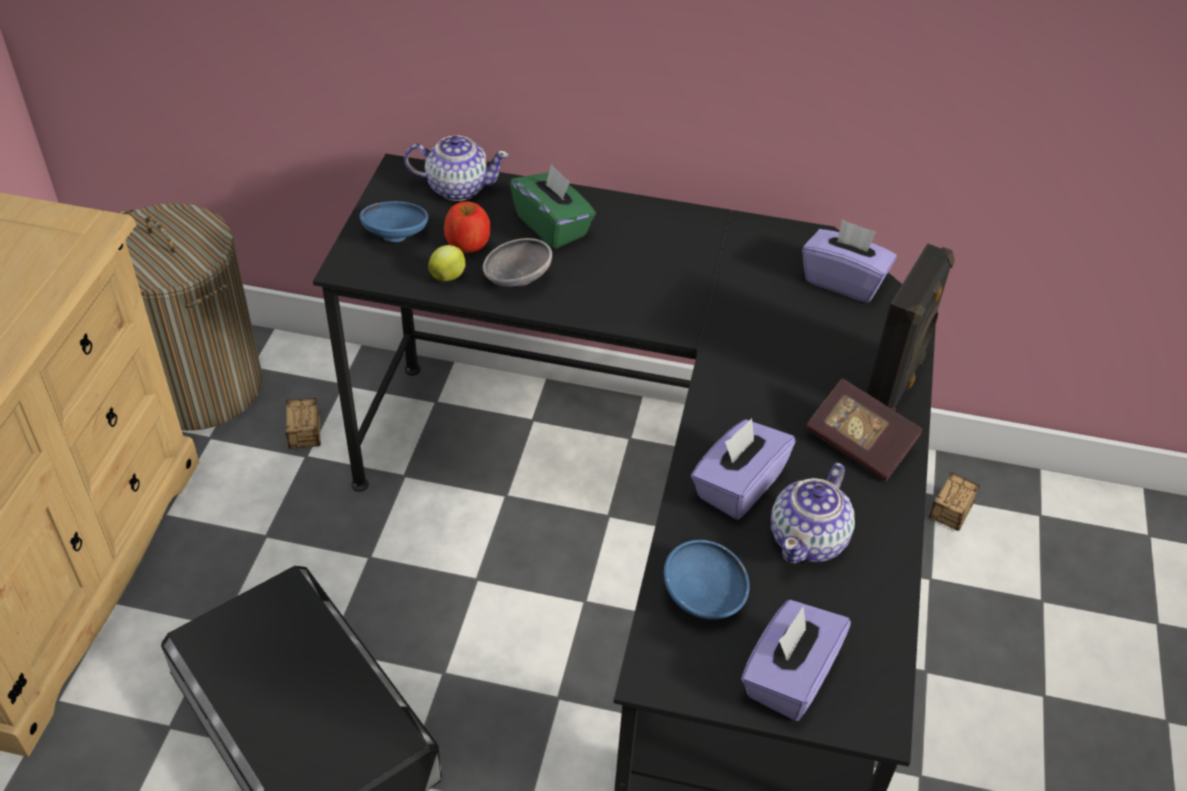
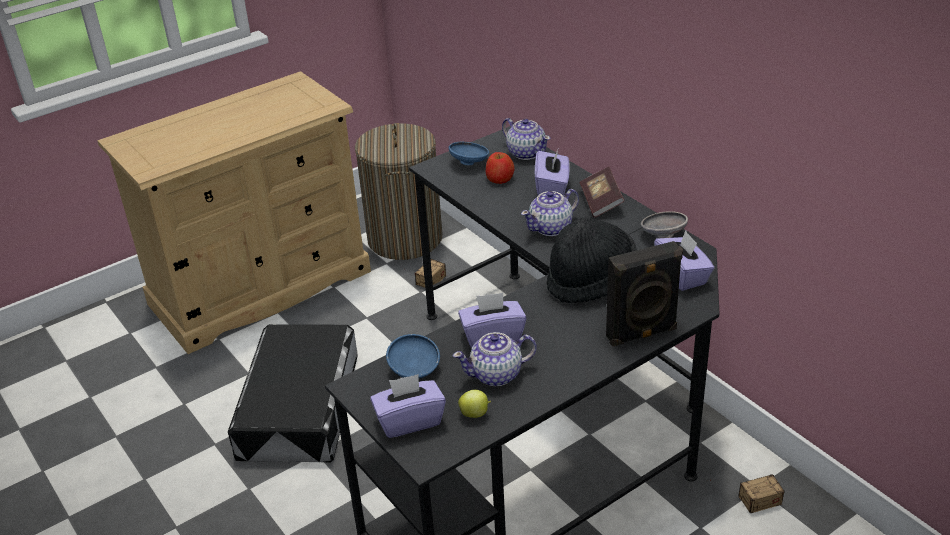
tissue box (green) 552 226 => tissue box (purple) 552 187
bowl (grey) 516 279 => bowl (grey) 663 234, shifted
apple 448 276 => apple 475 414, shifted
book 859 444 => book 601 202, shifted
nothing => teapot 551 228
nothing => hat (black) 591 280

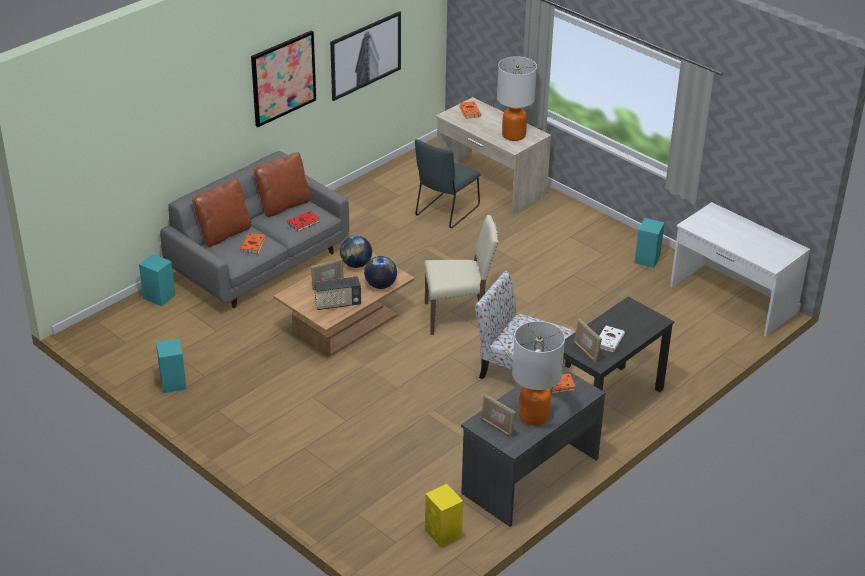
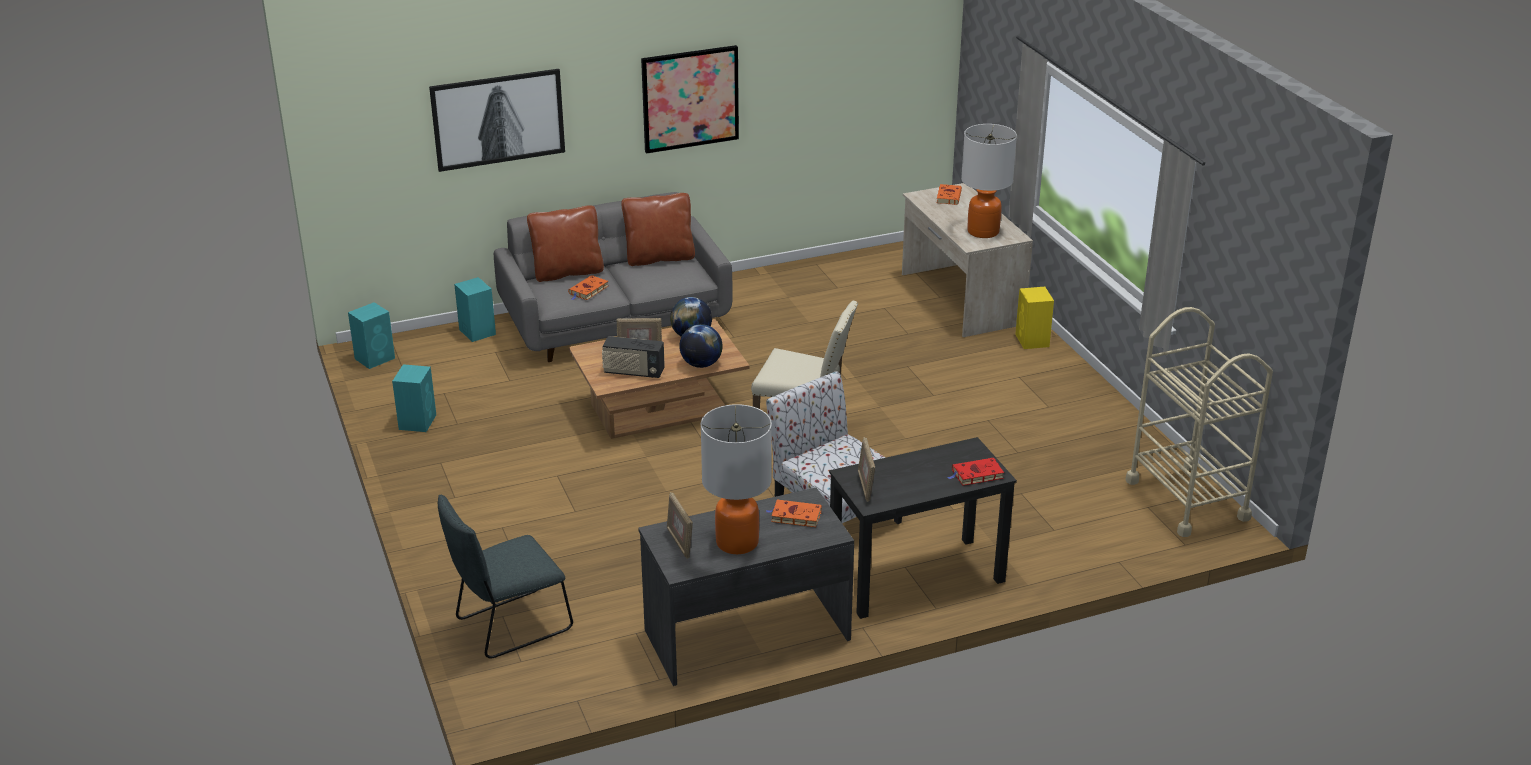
picture 365 55 => picture 498 119, shifted
chair (grey) 445 212 => chair (grey) 509 626, shifted
desk (white) 732 299 => cart (beige) 1187 499
book (red) 303 223 => book (red) 976 475, shifted
speaker (turquoise) 647 259 => speaker (turquoise) 375 358, shifted
book (white) 609 340 => nothing
speaker (yellow) 443 534 => speaker (yellow) 1032 341, shifted

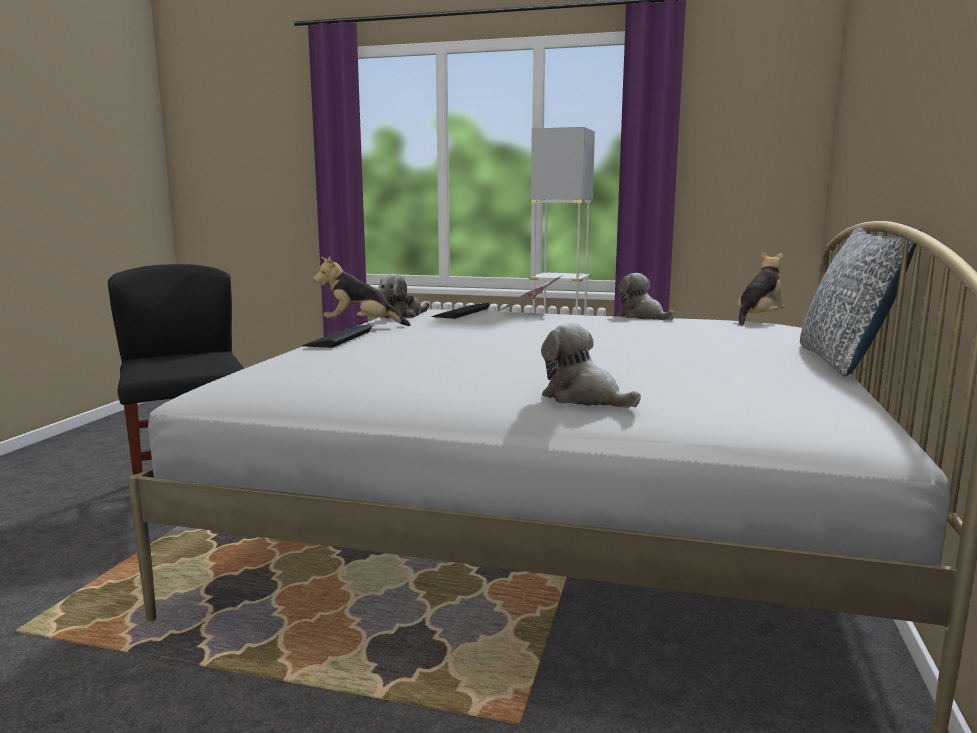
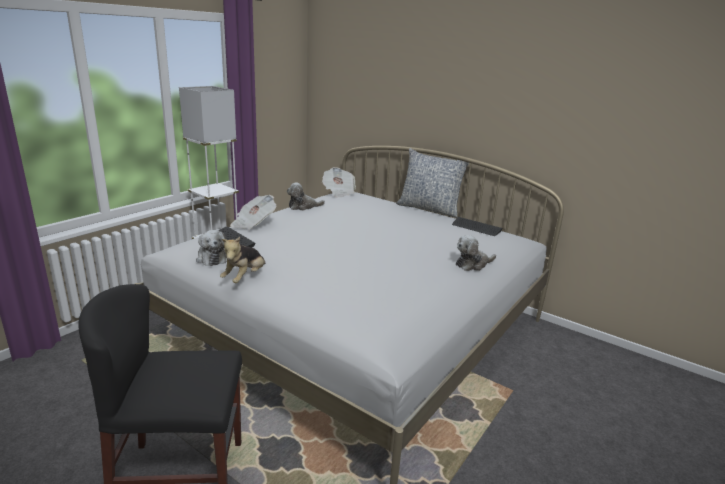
plush toy 758 319 => newspaper 338 192
keyboard 338 338 => keyboard 476 227, shifted

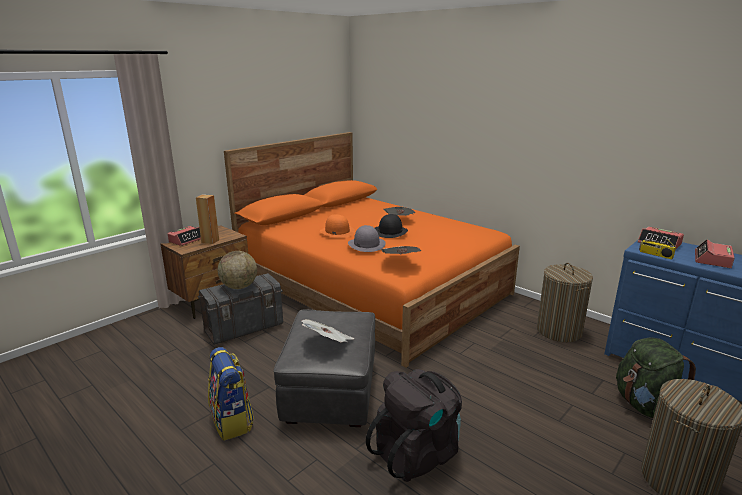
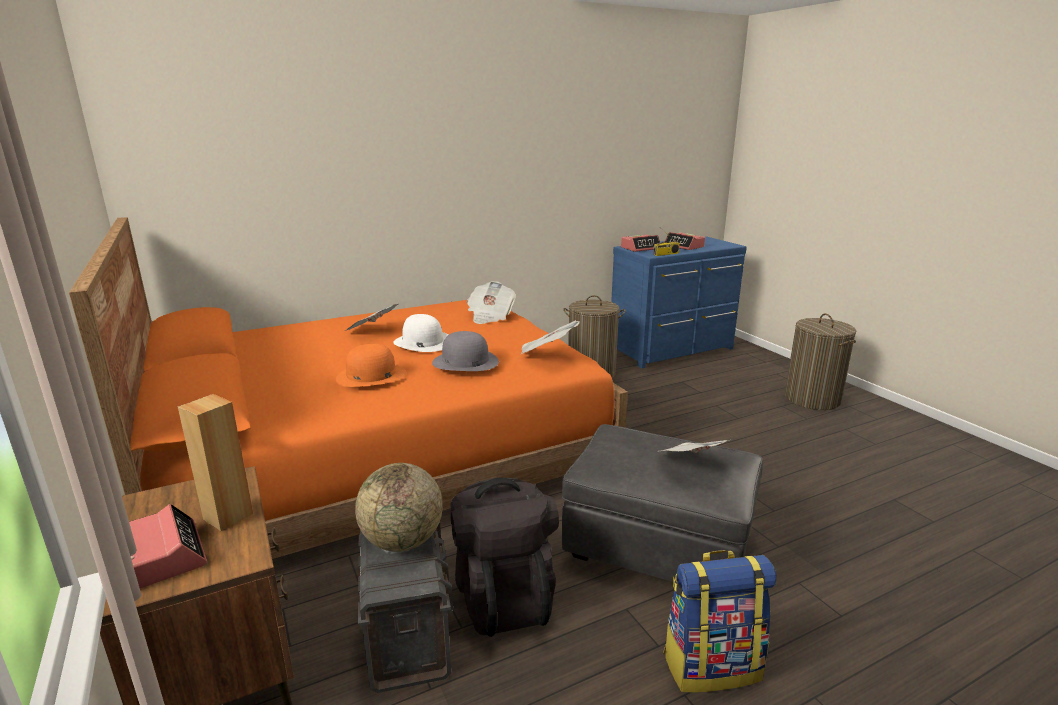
hat (black) 390 231 => hat (white) 422 342
backpack (green) 645 406 => nothing
backpack (black) 417 453 => backpack (black) 503 595, shifted
nothing => newspaper 490 316

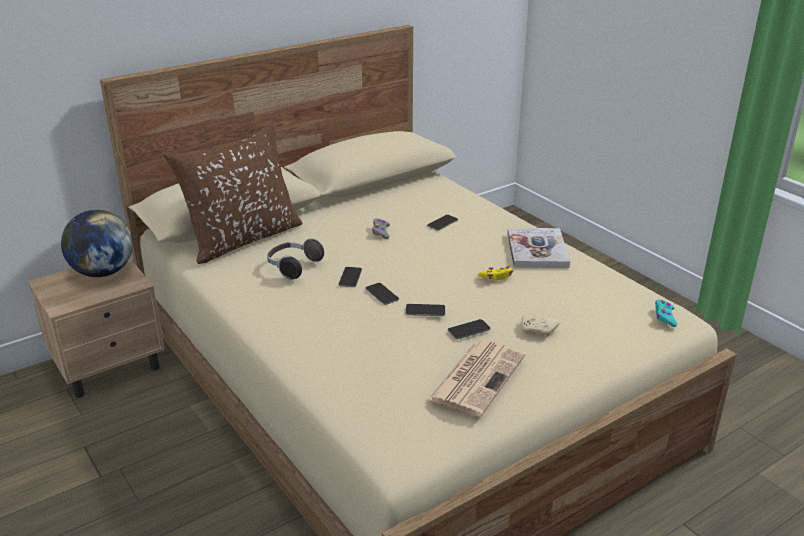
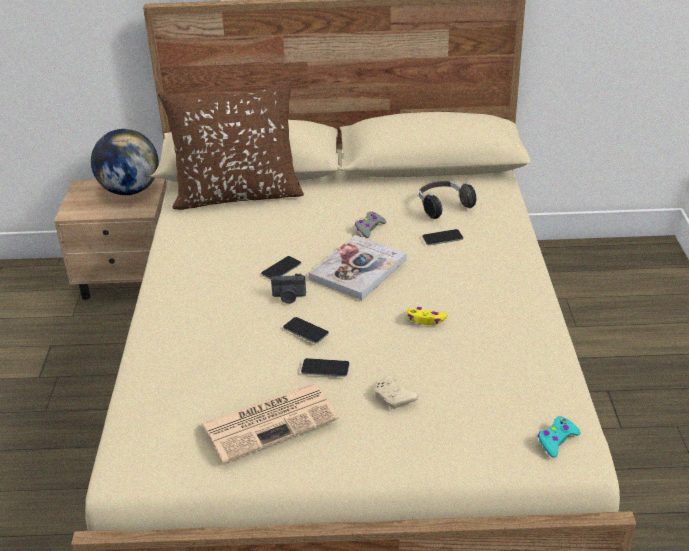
book 537 250 => book 358 269, shifted
headphones 293 267 => headphones 443 207, shifted
phone 382 294 => photo camera 289 297

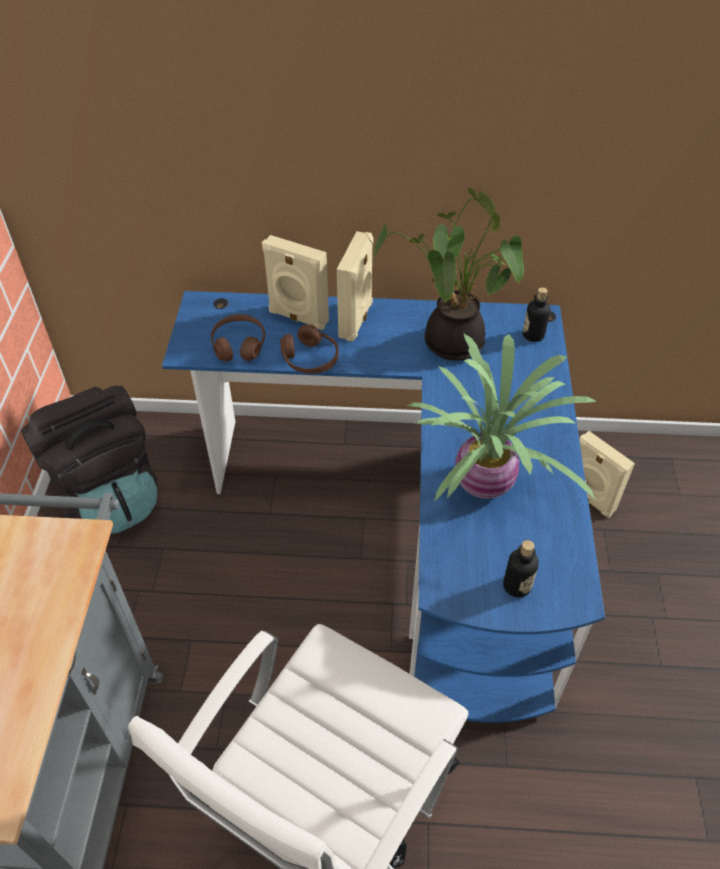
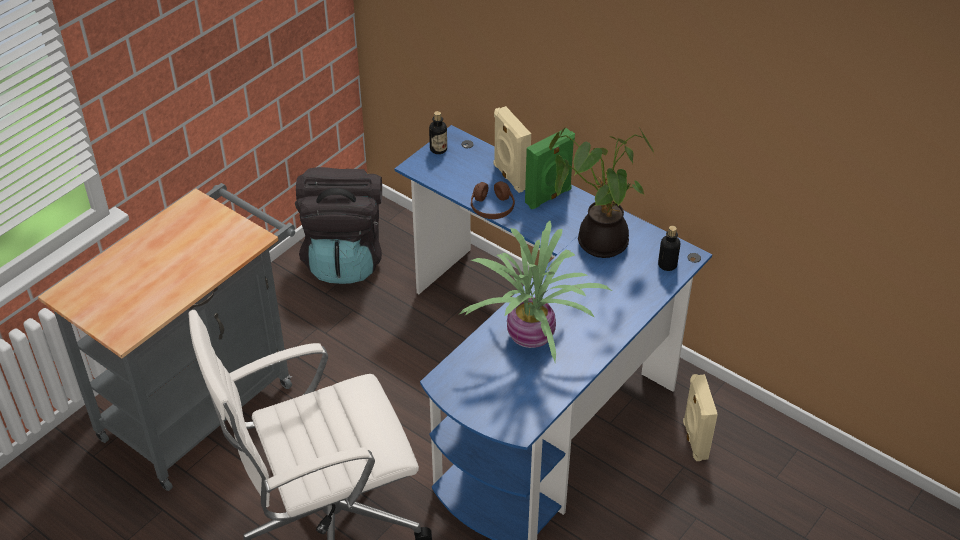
speaker (beige) 357 320 => speaker (green) 549 197
headphones (brown) 239 345 => nothing
bottle 517 586 => bottle 438 149, shifted

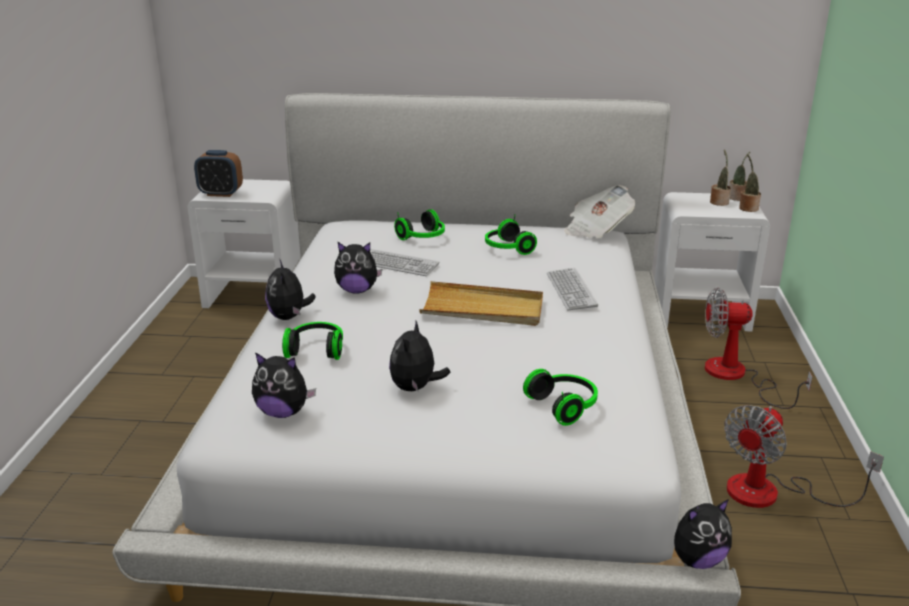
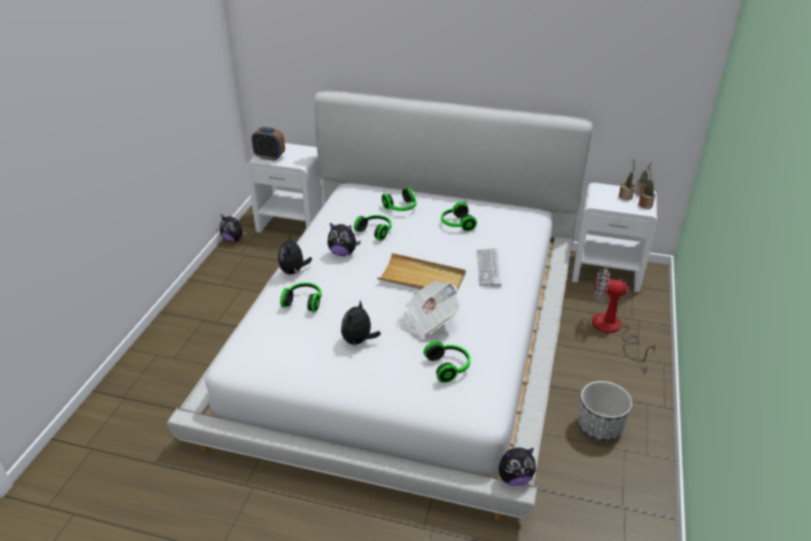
newspaper 596 229 => newspaper 427 322, shifted
keyboard 396 264 => headphones 375 231
plush toy 283 412 => plush toy 233 240, shifted
fan 771 493 => planter 600 427

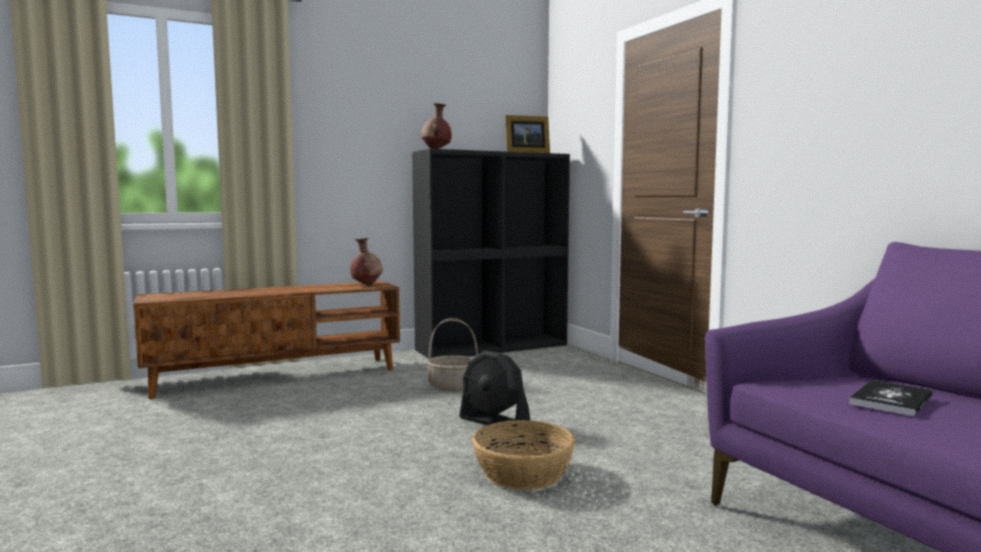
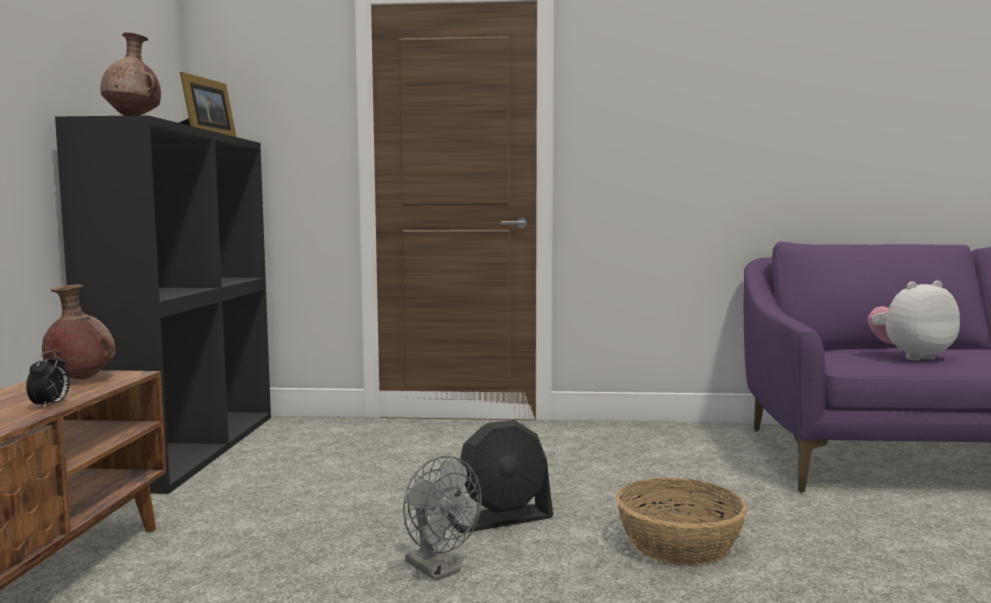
basket 453 386 => nothing
book 891 400 => plush toy 911 356
nothing => alarm clock 50 405
nothing => fan (grey) 439 570

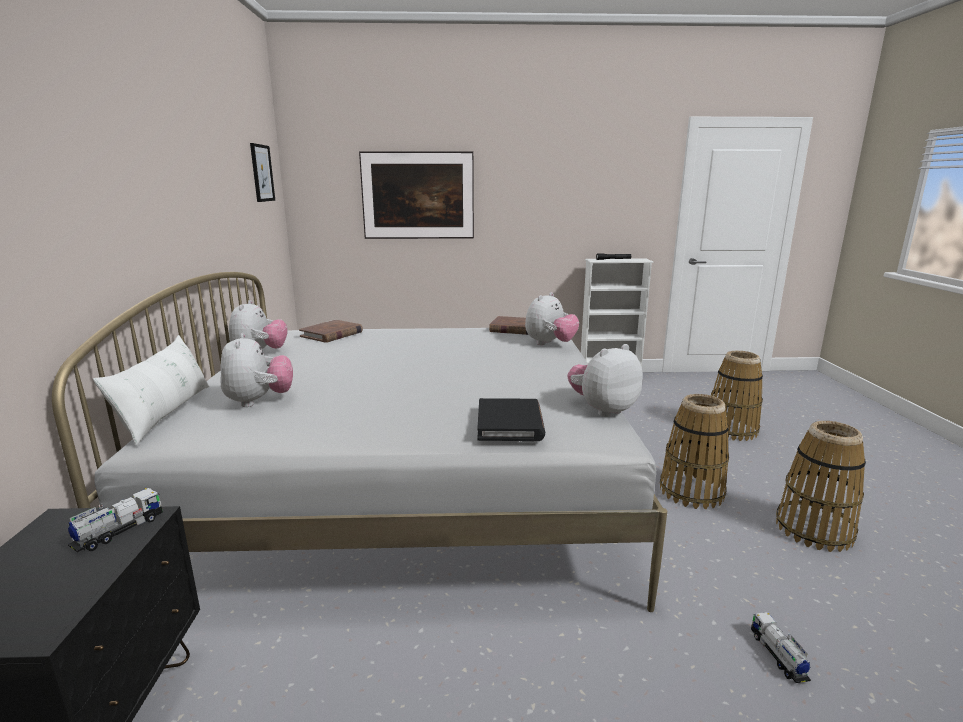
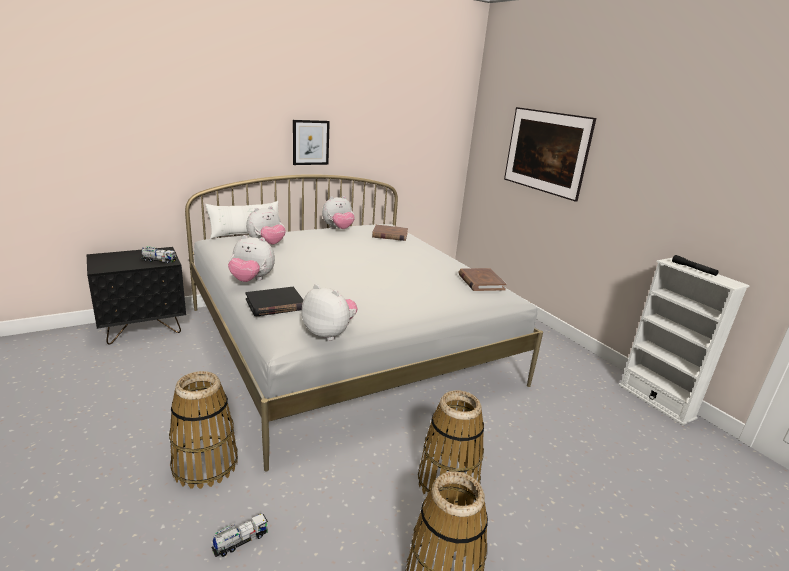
picture 262 173 => picture 310 142, shifted
plush toy 550 344 => plush toy 251 280, shifted
basket 730 430 => basket 205 464, shifted

